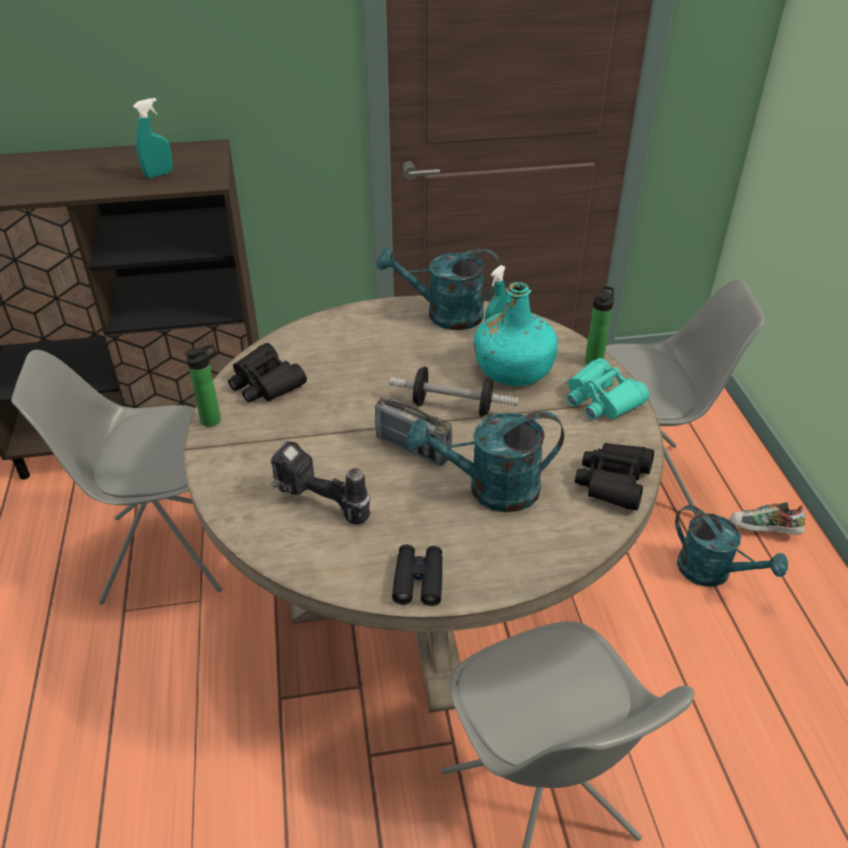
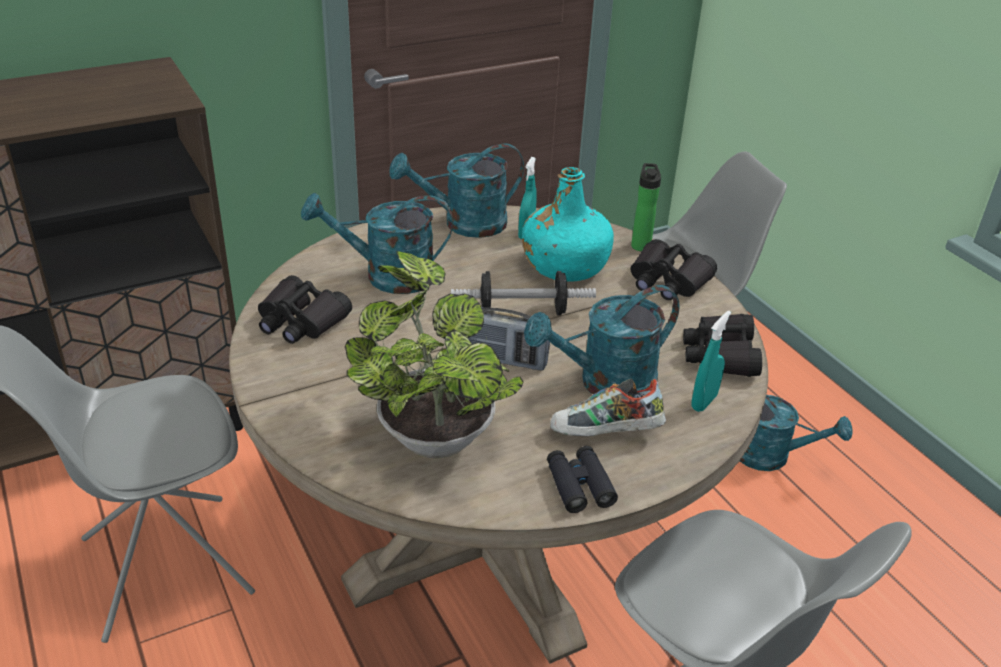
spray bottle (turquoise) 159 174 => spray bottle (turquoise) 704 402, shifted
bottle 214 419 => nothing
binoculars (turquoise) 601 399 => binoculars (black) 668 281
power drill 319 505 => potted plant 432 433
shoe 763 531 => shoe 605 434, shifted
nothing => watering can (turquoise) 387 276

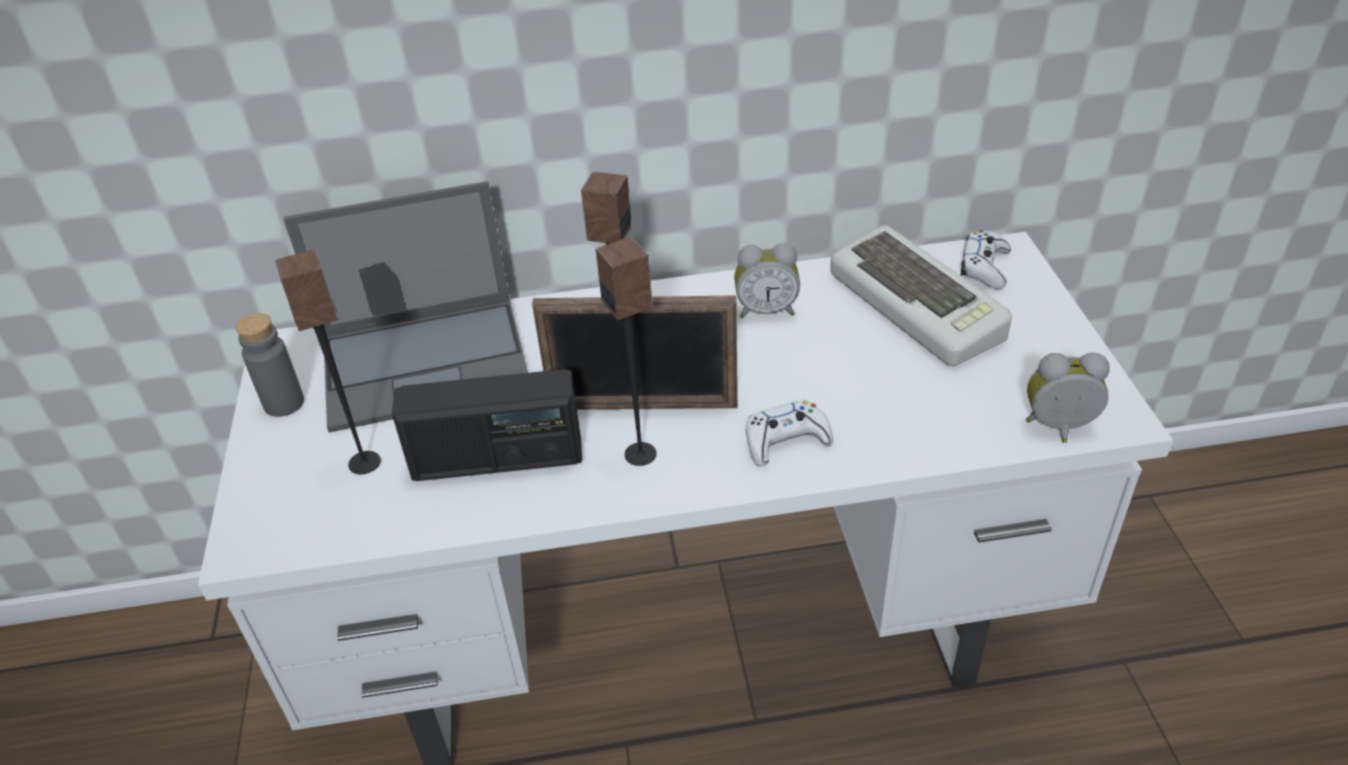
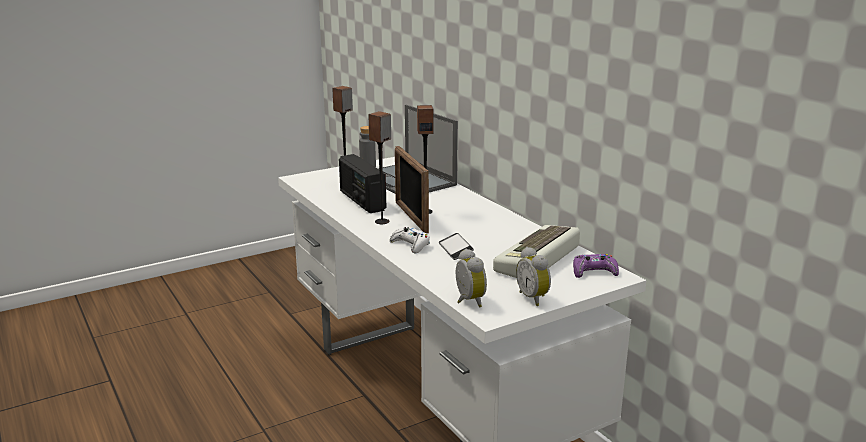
game controller (white) 984 267 => game controller (purple) 594 272
alarm clock 766 310 => alarm clock 534 298, shifted
nothing => phone 455 250

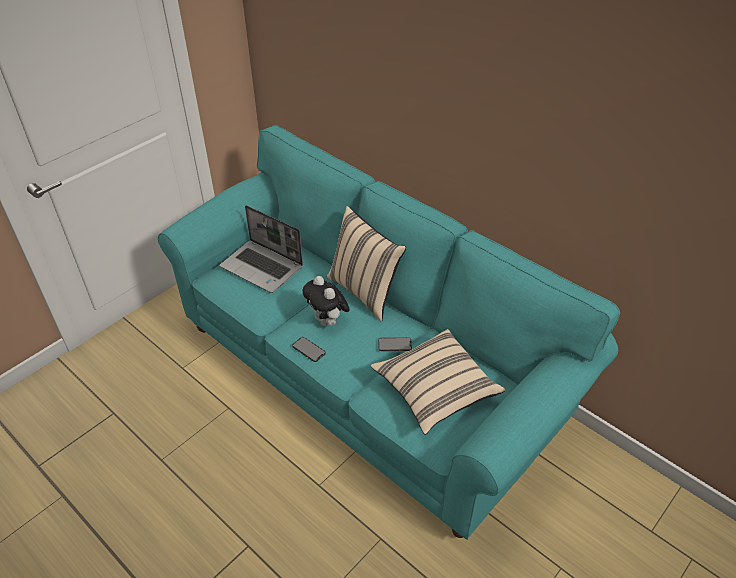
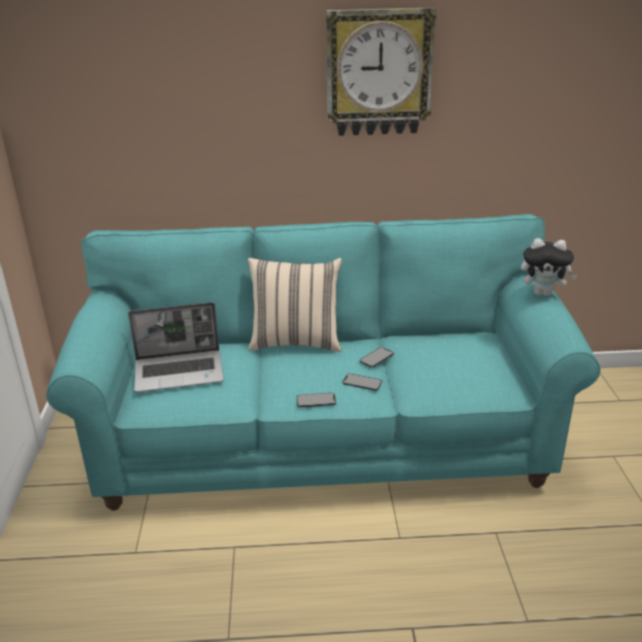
plush toy 327 322 => plush toy 543 293, shifted
pillow (beige) 435 390 => nothing
nothing => wall clock 378 73
nothing => phone 362 382

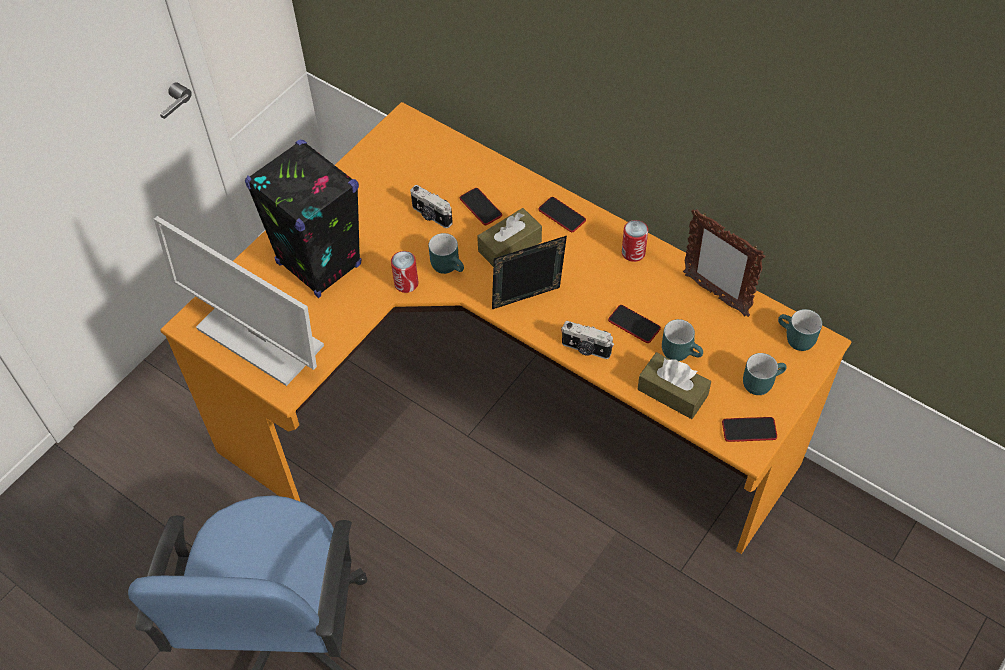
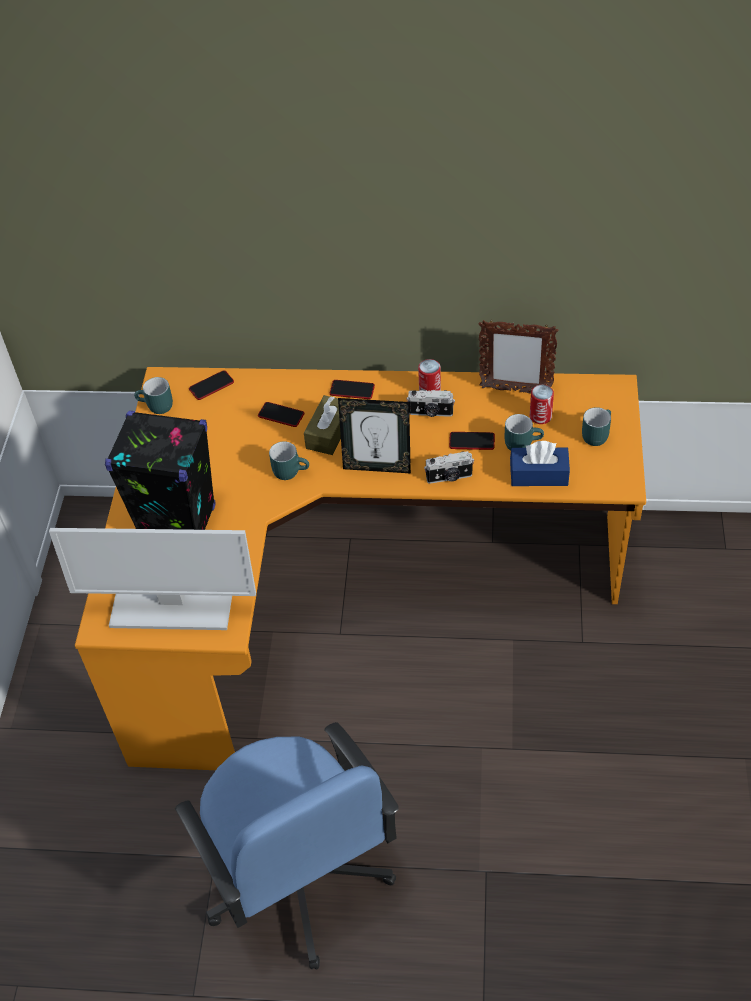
photo camera 431 216 => photo camera 430 413, shifted
picture frame 528 303 => picture frame 377 466, 120 degrees counterclockwise
can 406 283 => can 540 416, shifted
mug (turquoise) 795 339 => mug (turquoise) 156 407, shifted
tissue box (brown) 672 392 => tissue box (blue) 539 474
phone 749 430 => phone 211 386, shifted

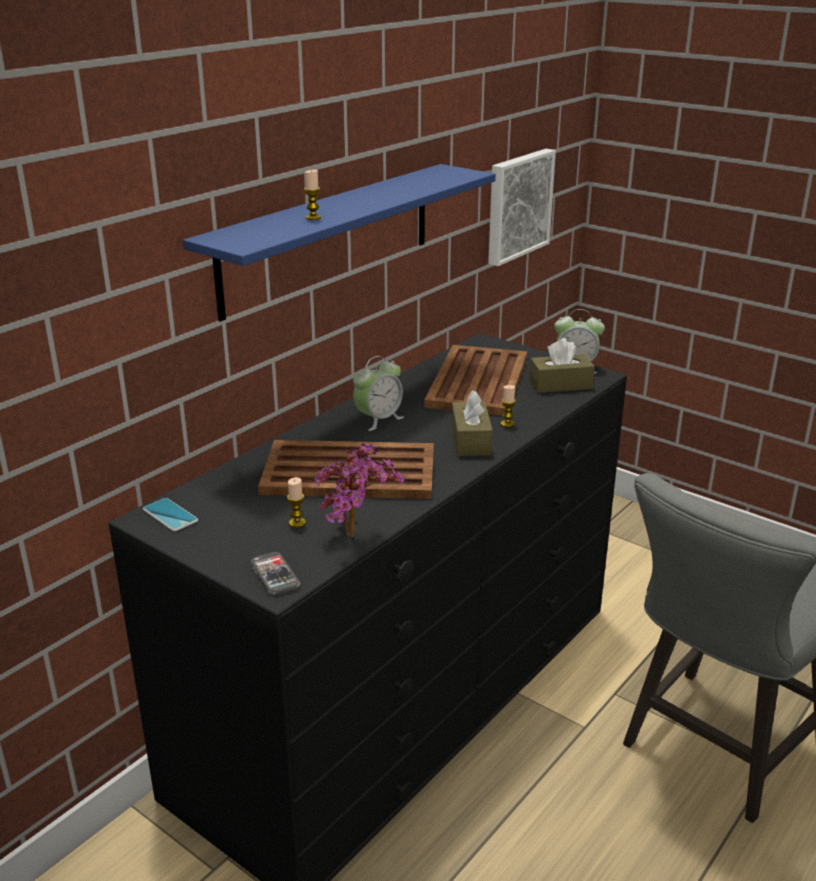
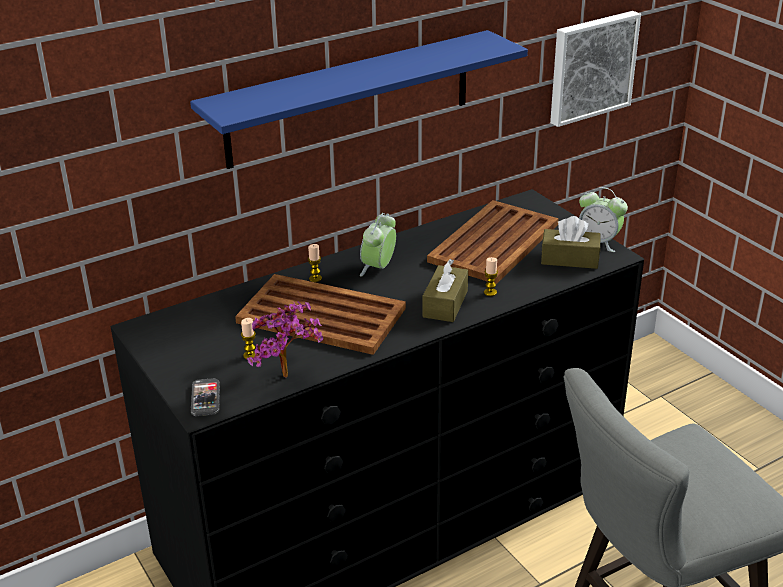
candle 313 217 => candle 315 278, shifted
alarm clock 378 419 => alarm clock 378 268, 135 degrees clockwise
phone 170 515 => nothing

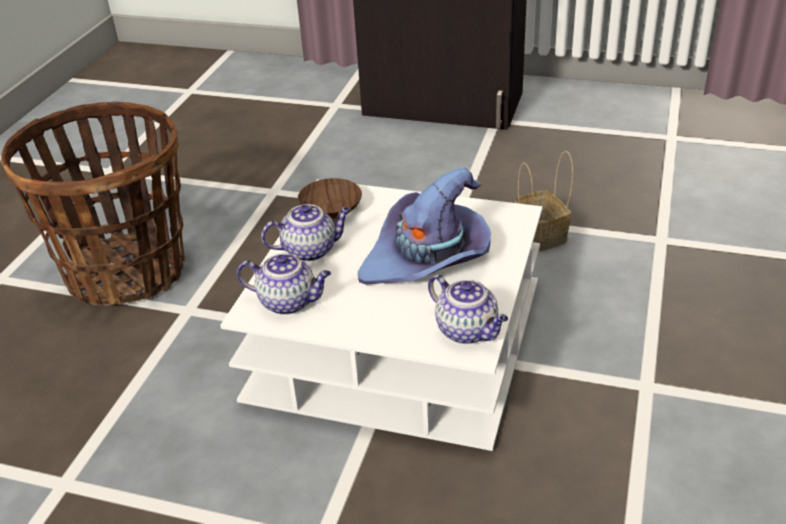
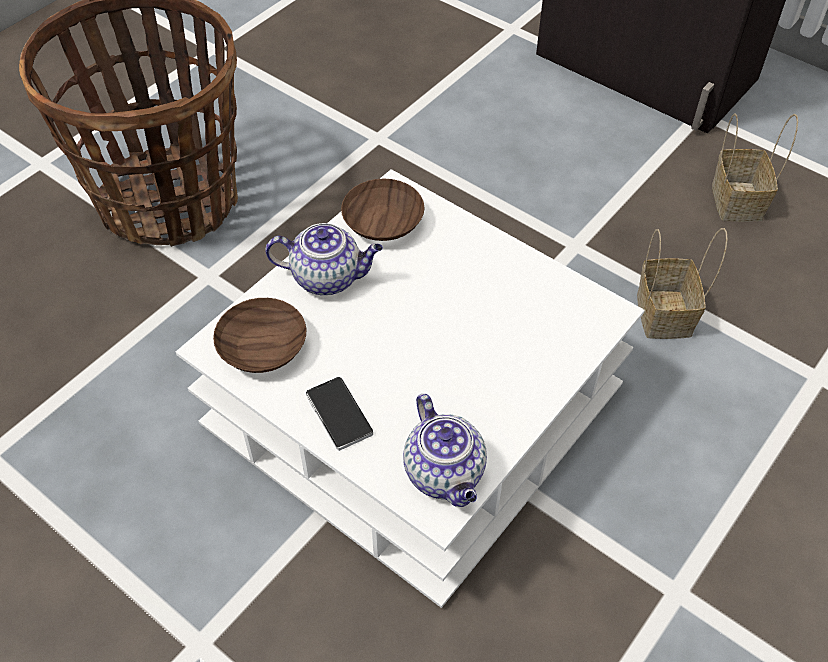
hat (purple) 428 258 => nothing
teapot 289 301 => bowl (brown) 265 347
nothing => basket 735 200
nothing => phone 339 414

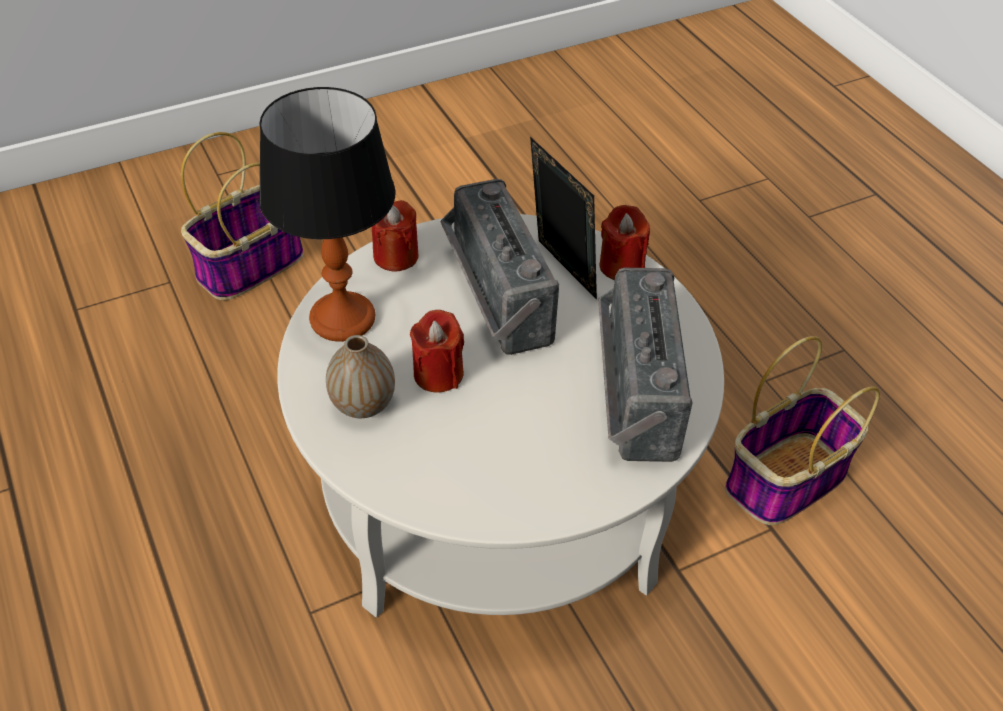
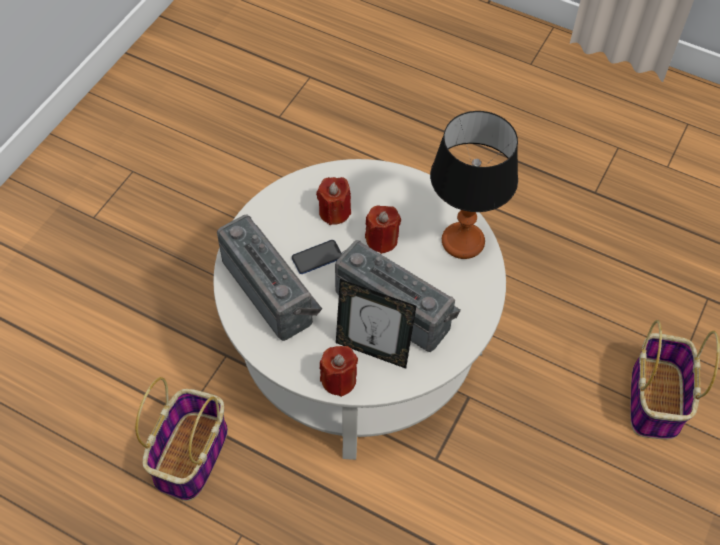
candle (red) 395 256 => candle (red) 334 212, shifted
vase 363 404 => nothing
nothing => phone 317 258

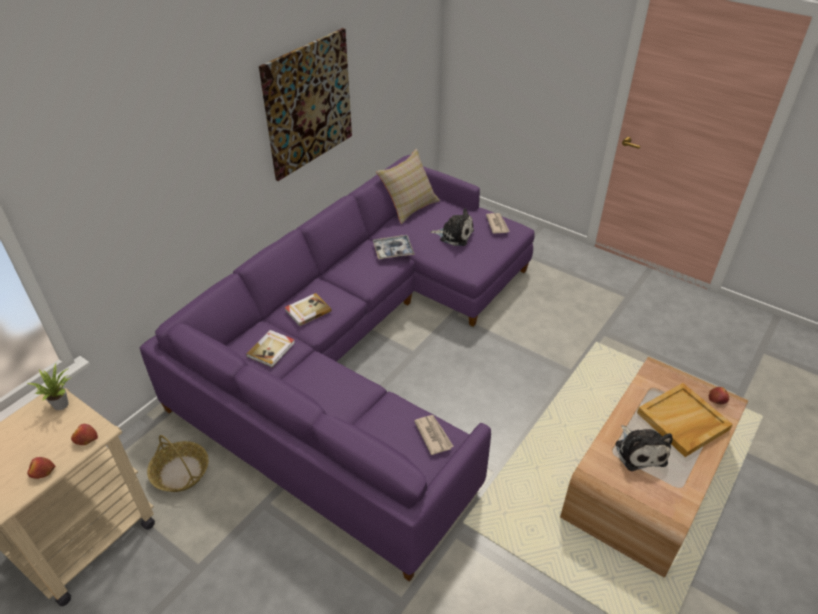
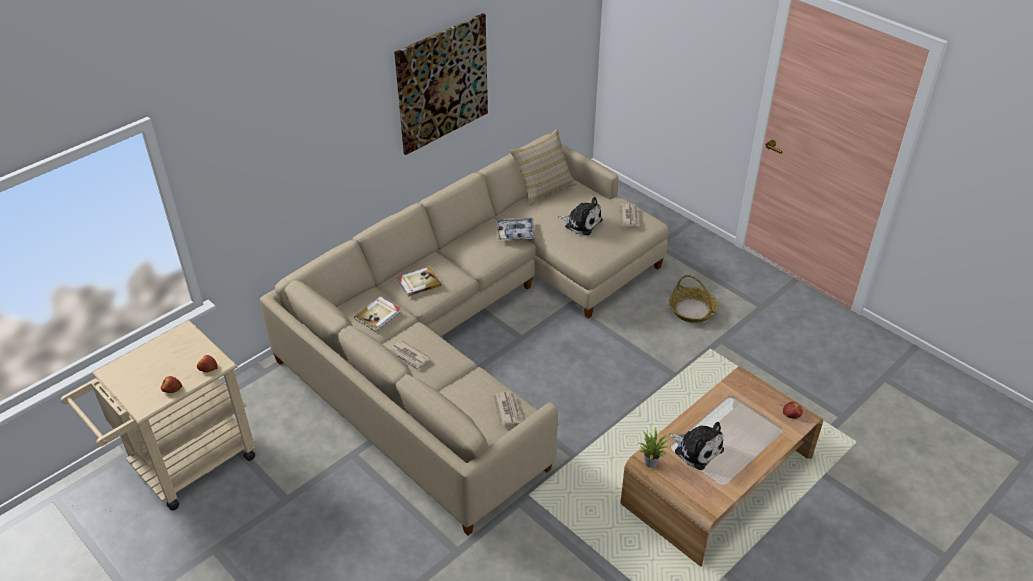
sofa (purple) 364 351 => sofa (beige) 473 329
potted plant 62 403 => potted plant 651 461, shifted
tray (beige) 682 422 => nothing
plush toy 639 451 => plush toy 696 449, 45 degrees counterclockwise
basket 180 472 => basket 692 310, shifted
nothing => newspaper 408 357

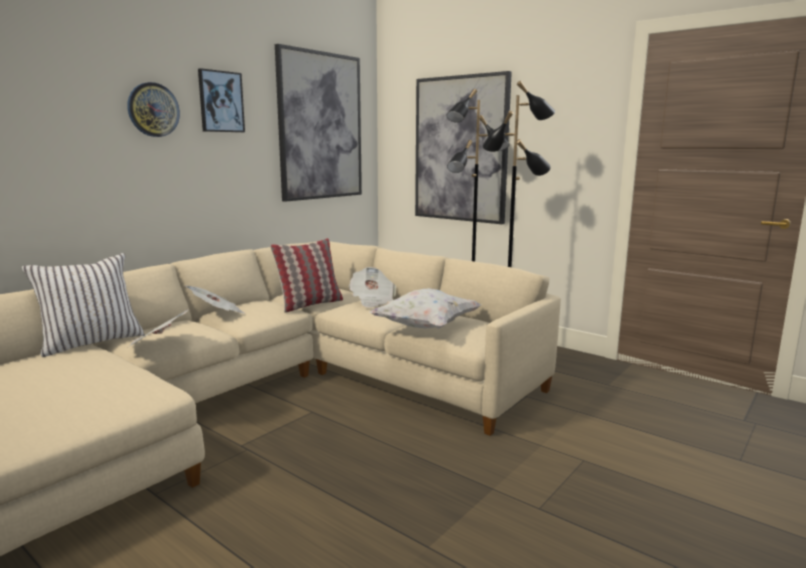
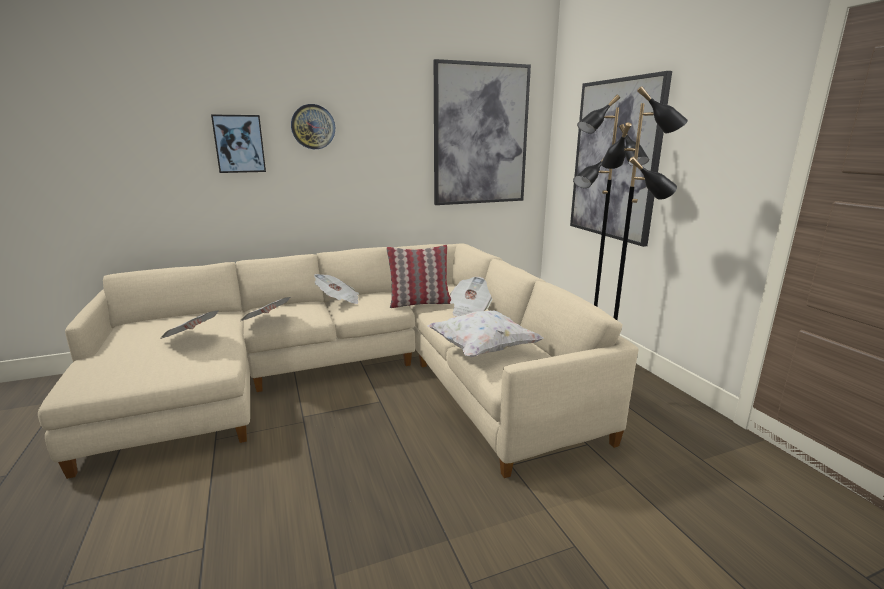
picture 221 101 => picture 239 144, shifted
pillow (white) 91 342 => nothing
nothing => newspaper 192 338

